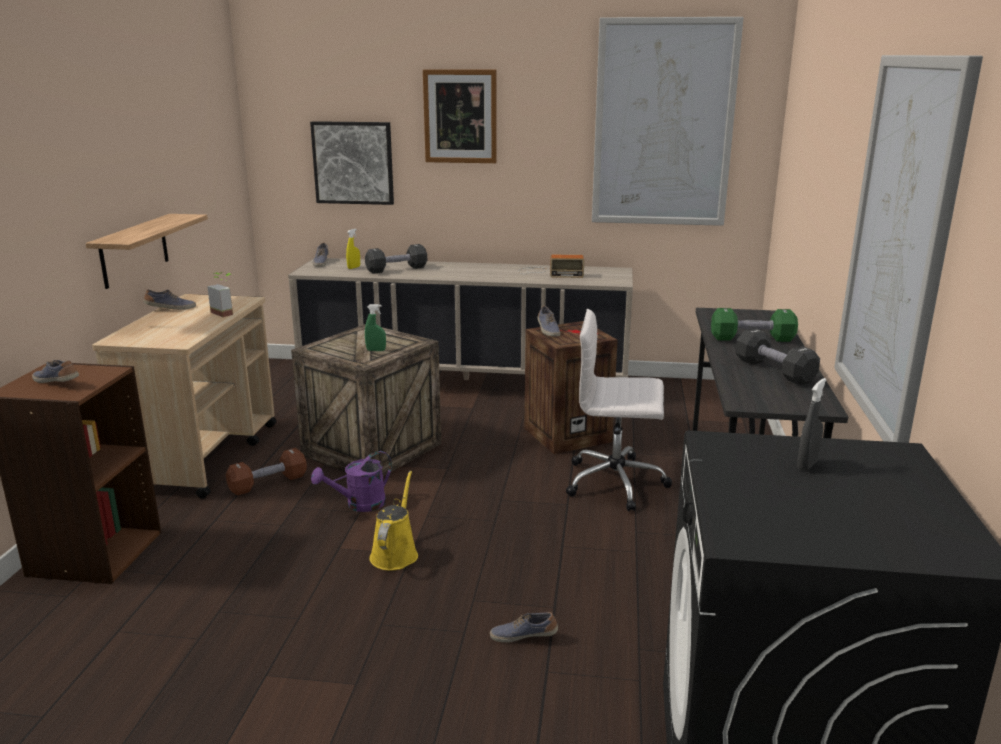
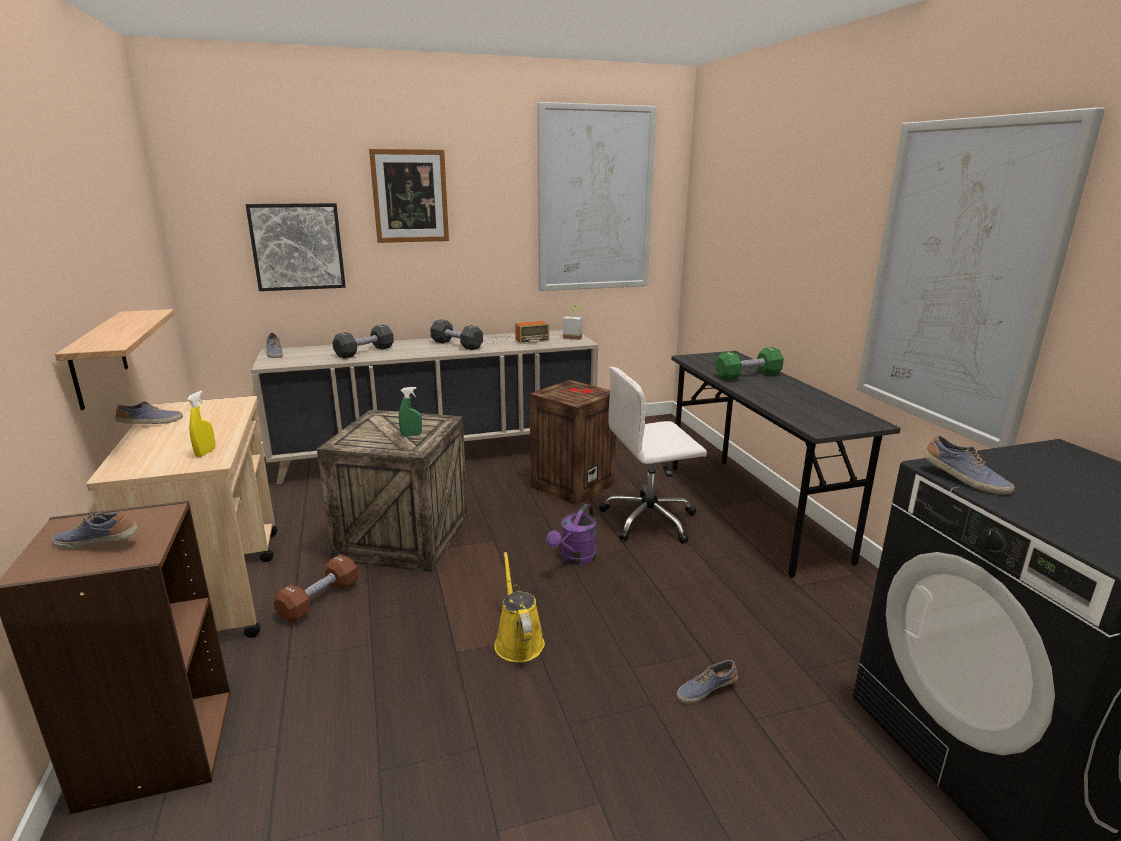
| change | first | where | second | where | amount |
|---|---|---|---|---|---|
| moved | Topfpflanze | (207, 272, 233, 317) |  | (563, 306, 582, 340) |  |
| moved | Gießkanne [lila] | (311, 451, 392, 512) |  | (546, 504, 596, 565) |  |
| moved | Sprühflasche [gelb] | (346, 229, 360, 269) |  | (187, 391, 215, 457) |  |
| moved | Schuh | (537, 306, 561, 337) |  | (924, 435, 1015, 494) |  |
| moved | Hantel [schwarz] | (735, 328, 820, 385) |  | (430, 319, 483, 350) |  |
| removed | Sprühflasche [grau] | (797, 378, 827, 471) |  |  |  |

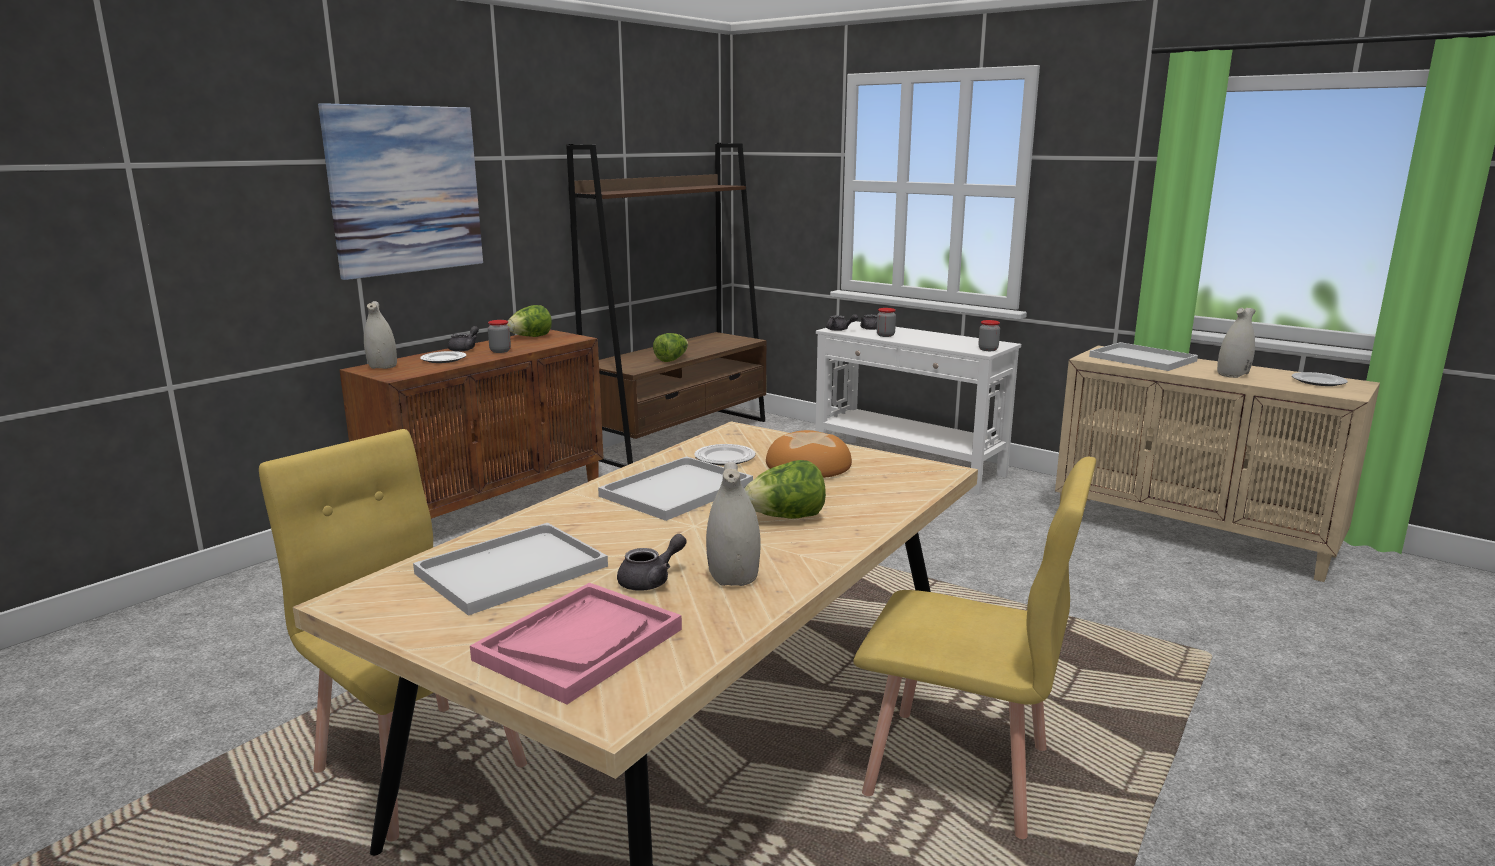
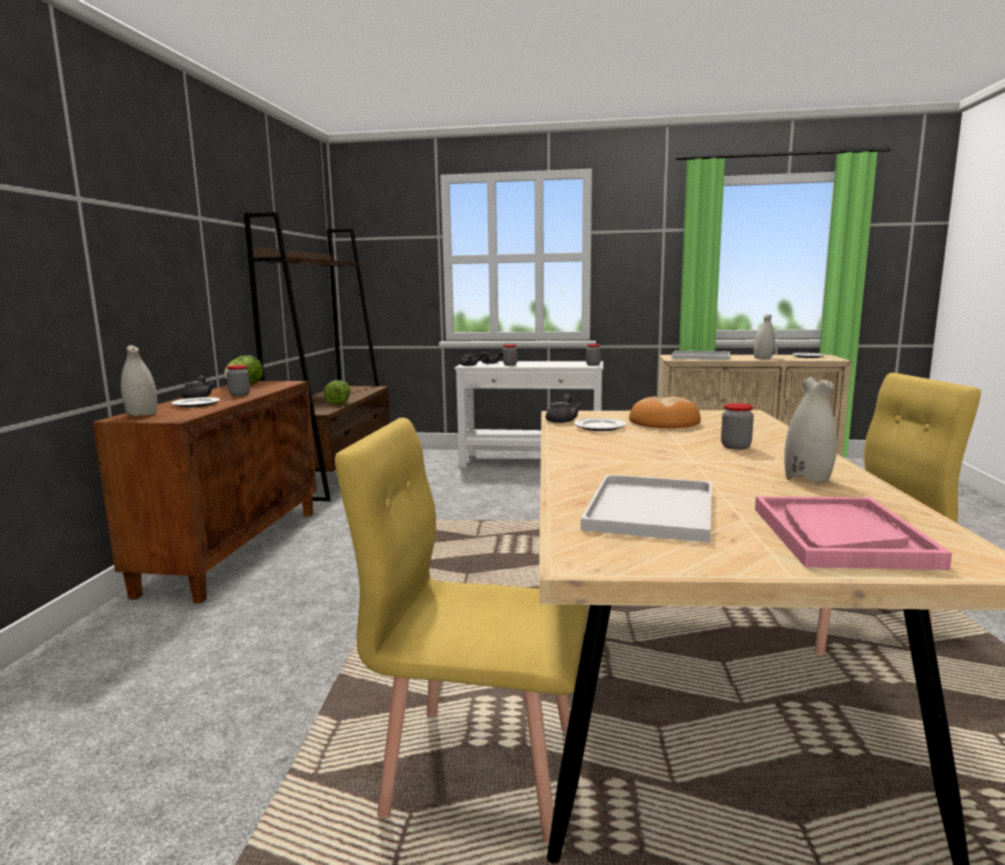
| change | first | where | second | where | amount |
|---|---|---|---|---|---|
| removed | Bild | (318, 103, 483, 280) |  |  |  |
| removed | Tablett [weiß] | (598, 456, 753, 521) |  |  |  |
| moved | Teekanne [grau] | (617, 534, 687, 591) |  | (545, 394, 582, 423) |  |
| replaced | Salatkopf | (744, 460, 826, 519) | Vorratsglas | (721, 403, 754, 450) |  |

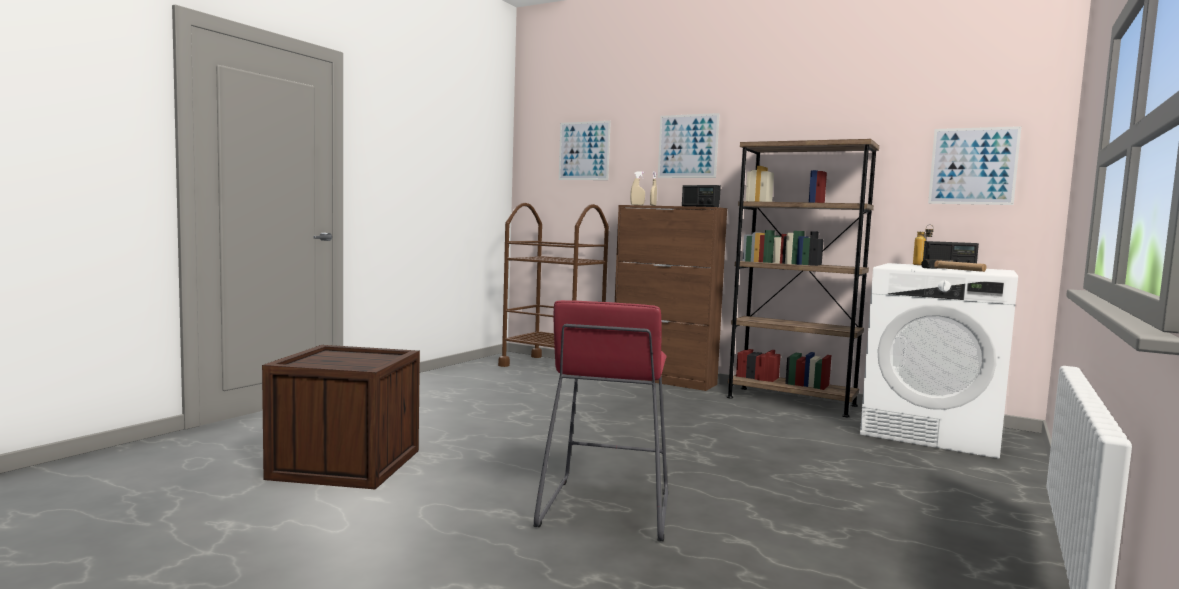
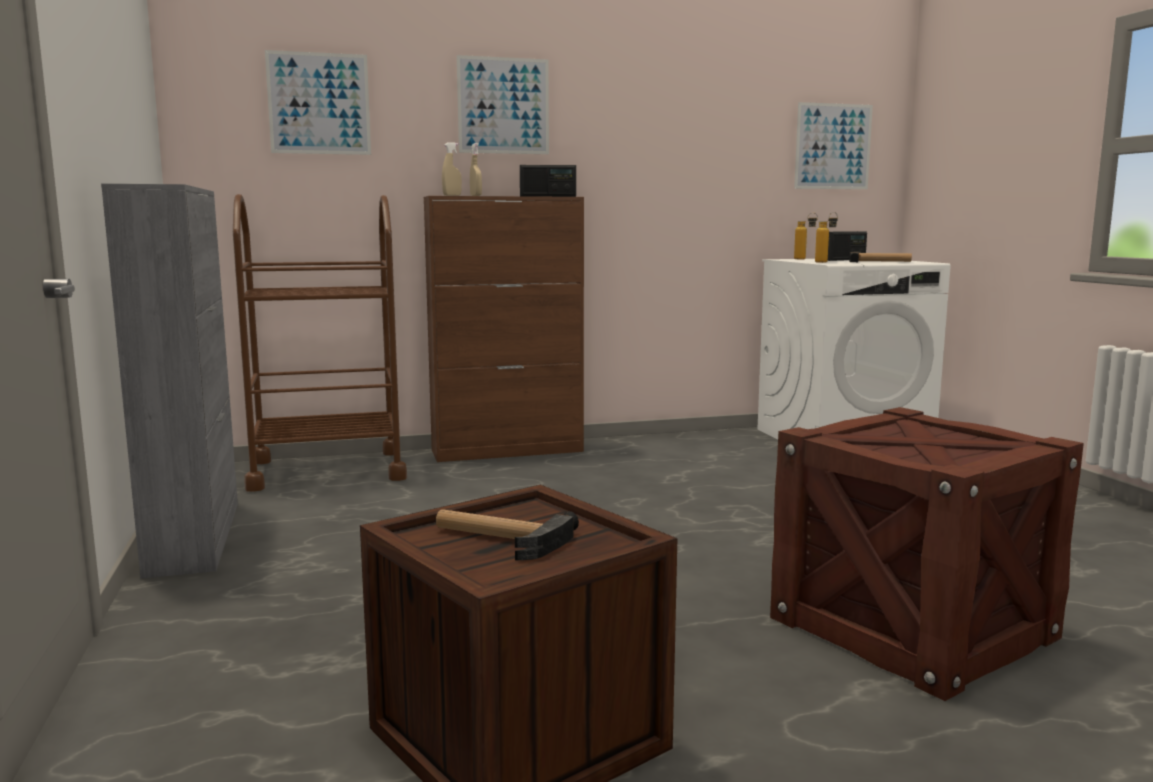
| change | first | where | second | where | amount |
|---|---|---|---|---|---|
| replaced | Hocker [rot] | (534, 300, 668, 541) | Kiste | (770, 407, 1084, 701) |  |
| removed | Bücherregal [braun] | (727, 139, 879, 417) |  |  |  |
| added |  |  | Schrank [grau] | (101, 184, 238, 579) |  |
| added |  |  | Hammer | (436, 509, 579, 561) |  |
| added |  |  | Flasche | (815, 212, 838, 263) |  |

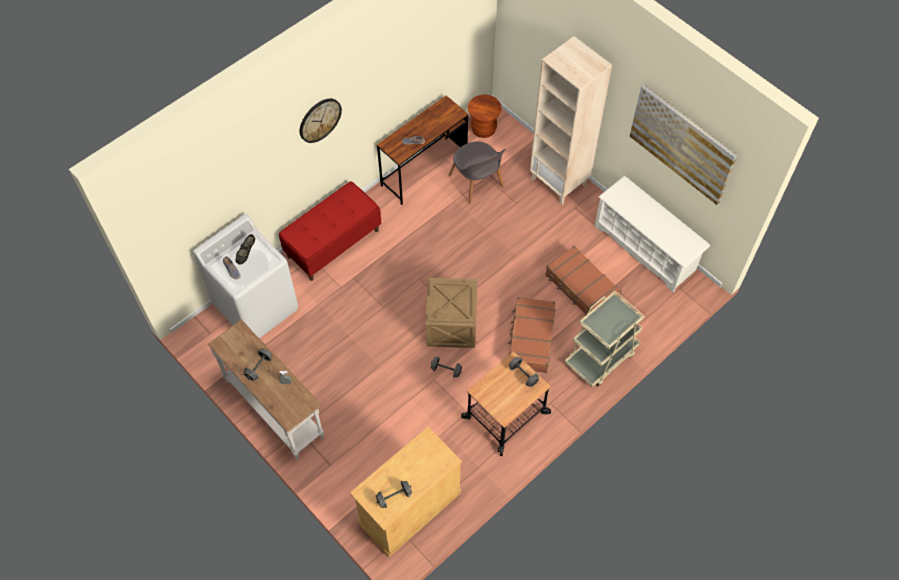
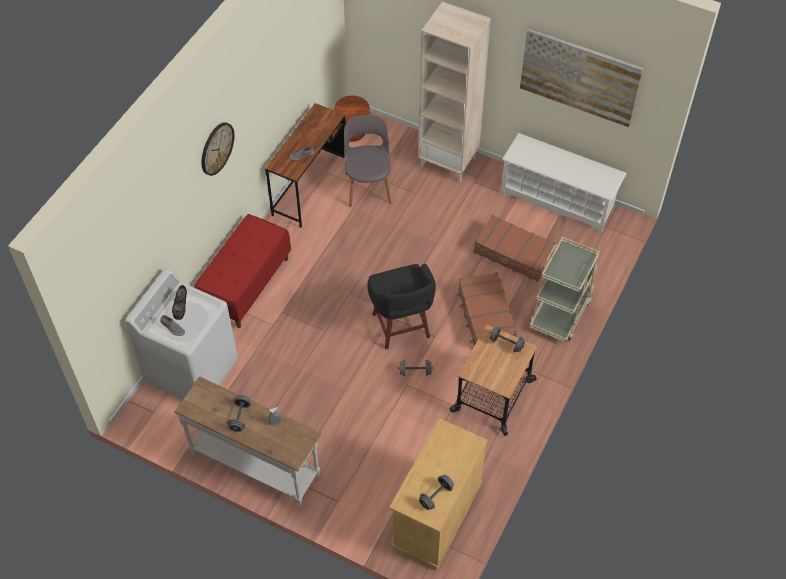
| change | first | where | second | where | amount |
|---|---|---|---|---|---|
| replaced | Kiste | (425, 278, 477, 348) | Hocker [schwarz] | (367, 263, 436, 349) |  |
| turned | Stuhl [grau] | (449, 141, 506, 204) |  | (344, 115, 392, 207) | 135 degrees counterclockwise |

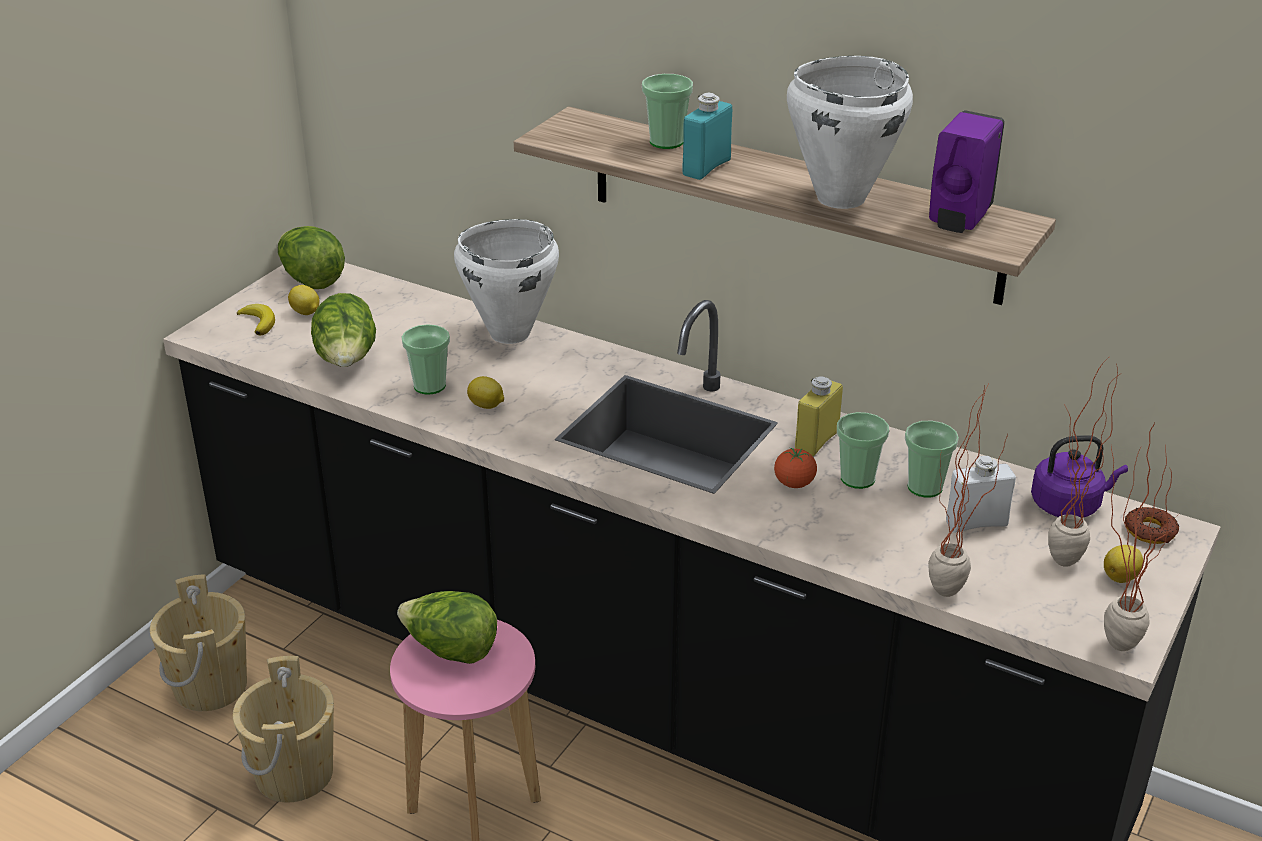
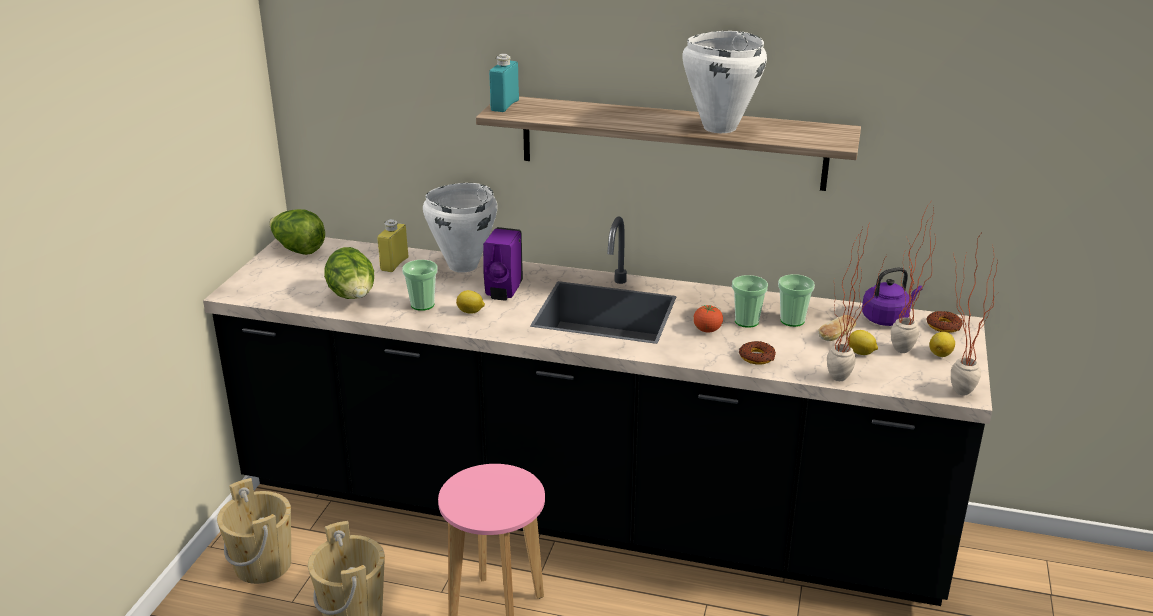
| change | first | where | second | where | amount |
|---|---|---|---|---|---|
| removed | Banane | (237, 304, 275, 335) |  |  |  |
| moved | Zitrone | (288, 285, 319, 315) |  | (847, 330, 878, 355) |  |
| removed | Salatkopf | (397, 591, 497, 664) |  |  |  |
| removed | Tasse | (642, 74, 693, 149) |  |  |  |
| moved | Flasche [türkis] | (682, 93, 732, 180) |  | (489, 54, 519, 112) |  |
| moved | Flasche [gelb] | (795, 376, 843, 456) |  | (377, 219, 408, 272) |  |
| moved | Seifenspender [lila] | (929, 110, 1005, 233) |  | (483, 227, 523, 300) |  |
| replaced | Flasche [weiß] | (946, 456, 1016, 533) | Brot | (818, 315, 856, 341) |  |
| added |  |  | Donut | (739, 341, 776, 364) |  |

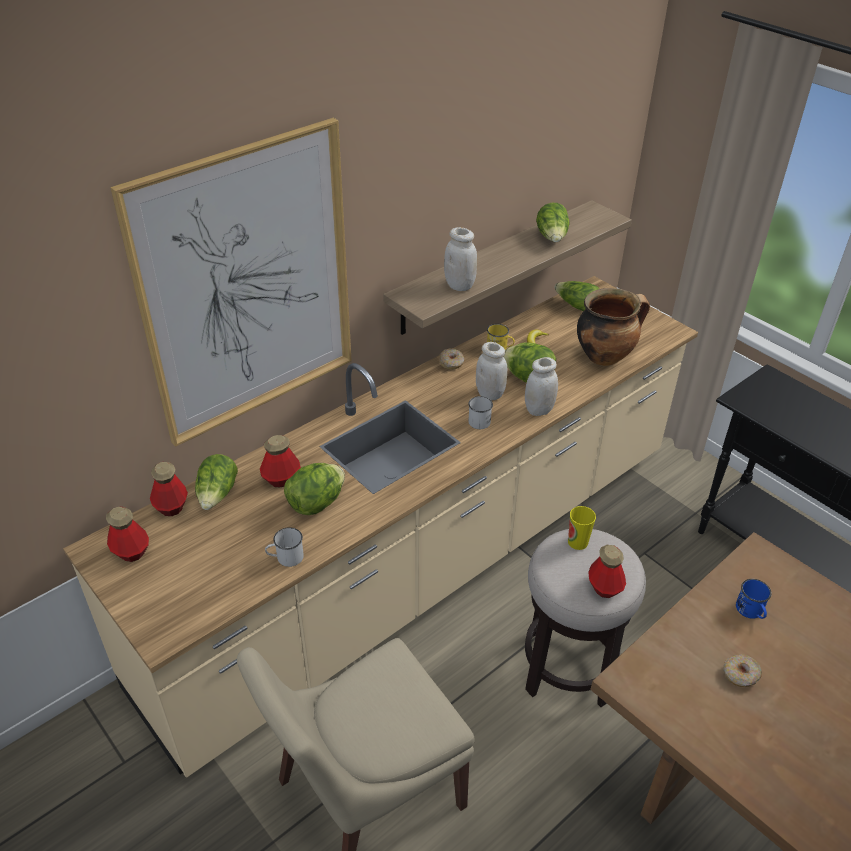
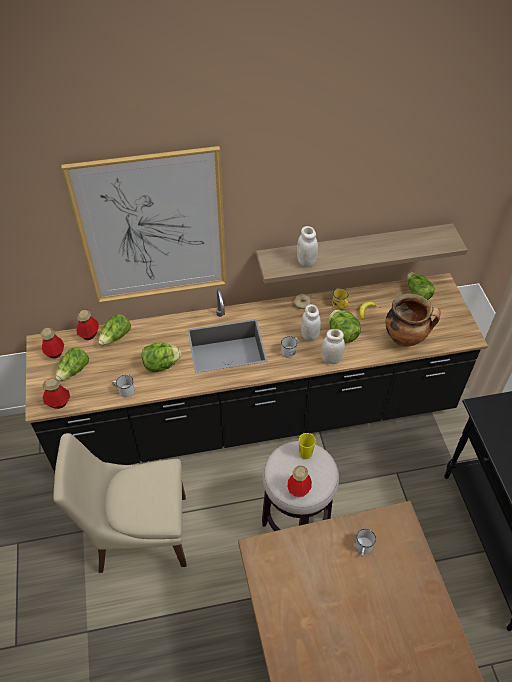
| change | first | where | second | where | amount |
|---|---|---|---|---|---|
| recoloured | Küchenzeile [beige] | (63, 276, 698, 778) | Küchenzeile [schwarz] | (25, 273, 488, 473) |  |
| moved | Flasche | (260, 435, 301, 487) |  | (43, 378, 70, 409) |  |
| moved | Salatkopf | (536, 203, 570, 242) |  | (56, 347, 89, 381) |  |
| removed | Donut | (723, 654, 762, 687) |  |  |  |
| recoloured | Henkelbecher [blau] | (736, 579, 772, 619) | Henkelbecher [weiß] | (355, 529, 376, 557) |  |

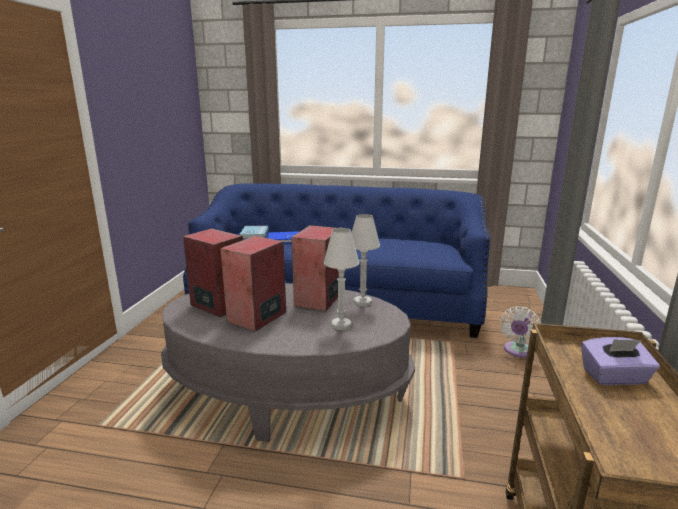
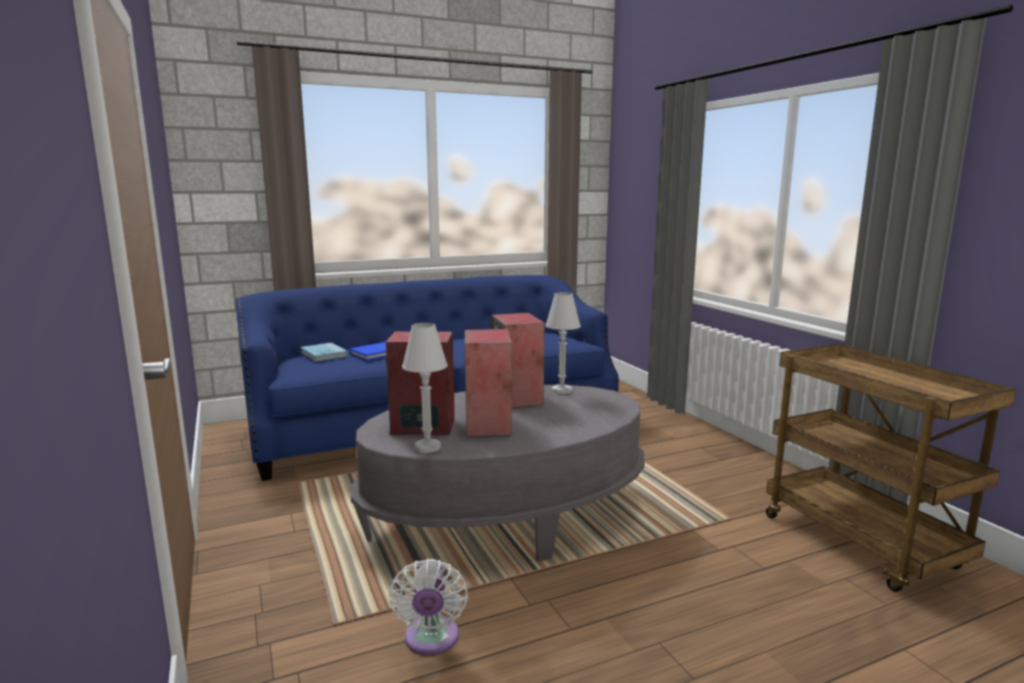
| change | first | where | second | where | amount |
|---|---|---|---|---|---|
| moved | Tischlampe [weiß] | (323, 228, 360, 330) |  | (402, 323, 448, 453) |  |
| moved | Ventilator [weiß] | (500, 306, 542, 358) |  | (389, 559, 468, 655) |  |
| removed | Taschentuchbox [lila] | (581, 337, 660, 385) |  |  |  |

